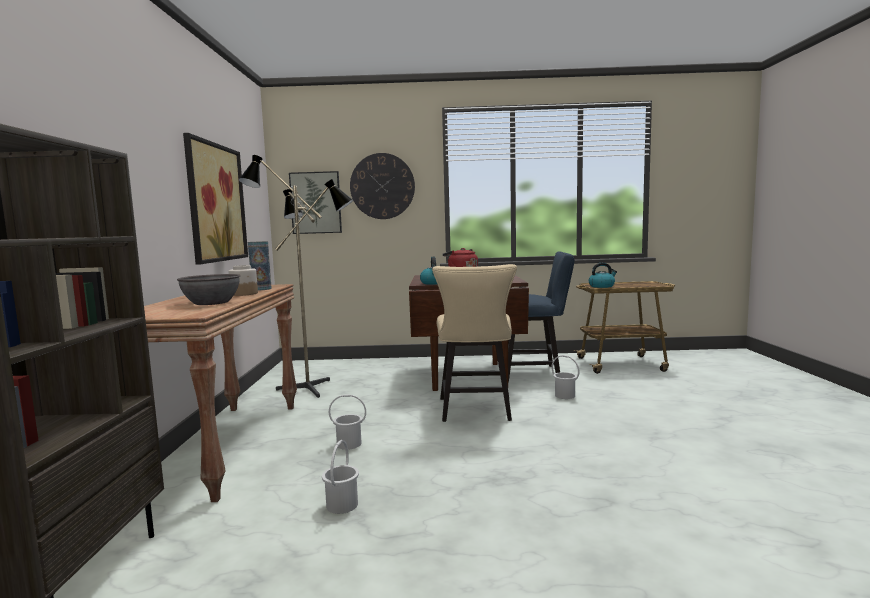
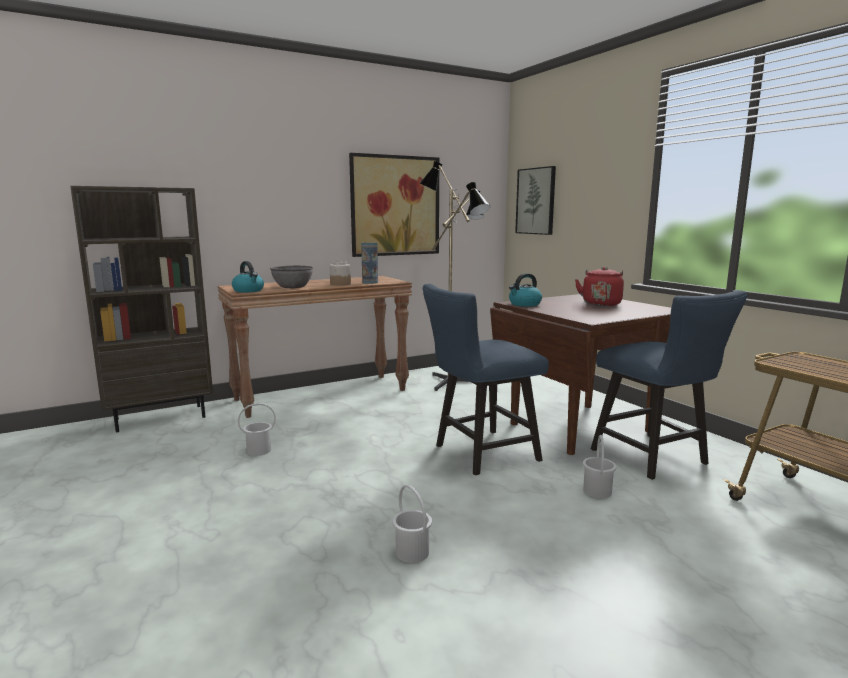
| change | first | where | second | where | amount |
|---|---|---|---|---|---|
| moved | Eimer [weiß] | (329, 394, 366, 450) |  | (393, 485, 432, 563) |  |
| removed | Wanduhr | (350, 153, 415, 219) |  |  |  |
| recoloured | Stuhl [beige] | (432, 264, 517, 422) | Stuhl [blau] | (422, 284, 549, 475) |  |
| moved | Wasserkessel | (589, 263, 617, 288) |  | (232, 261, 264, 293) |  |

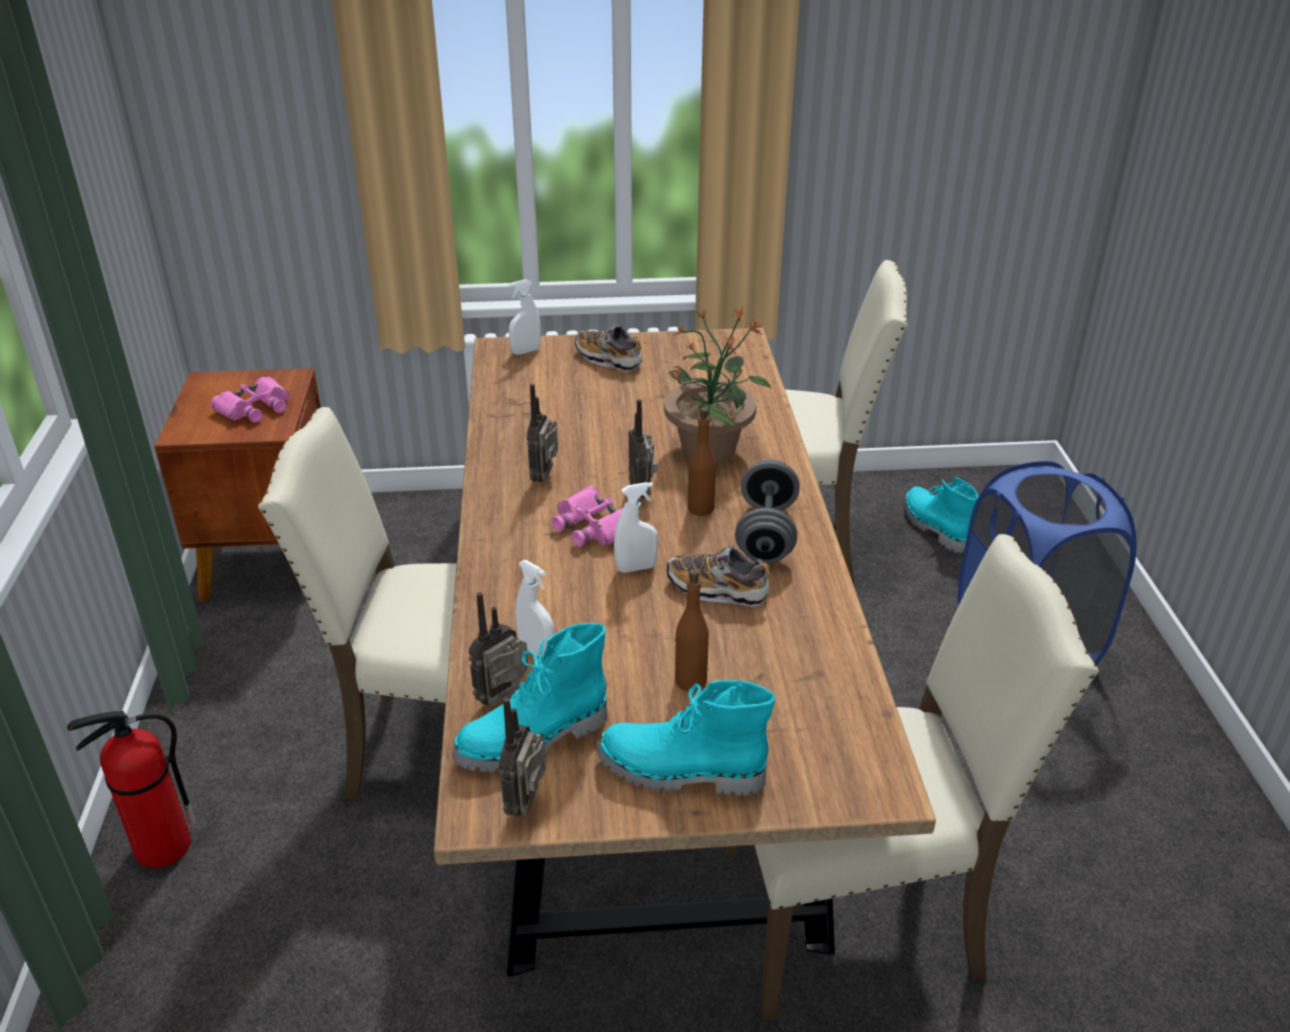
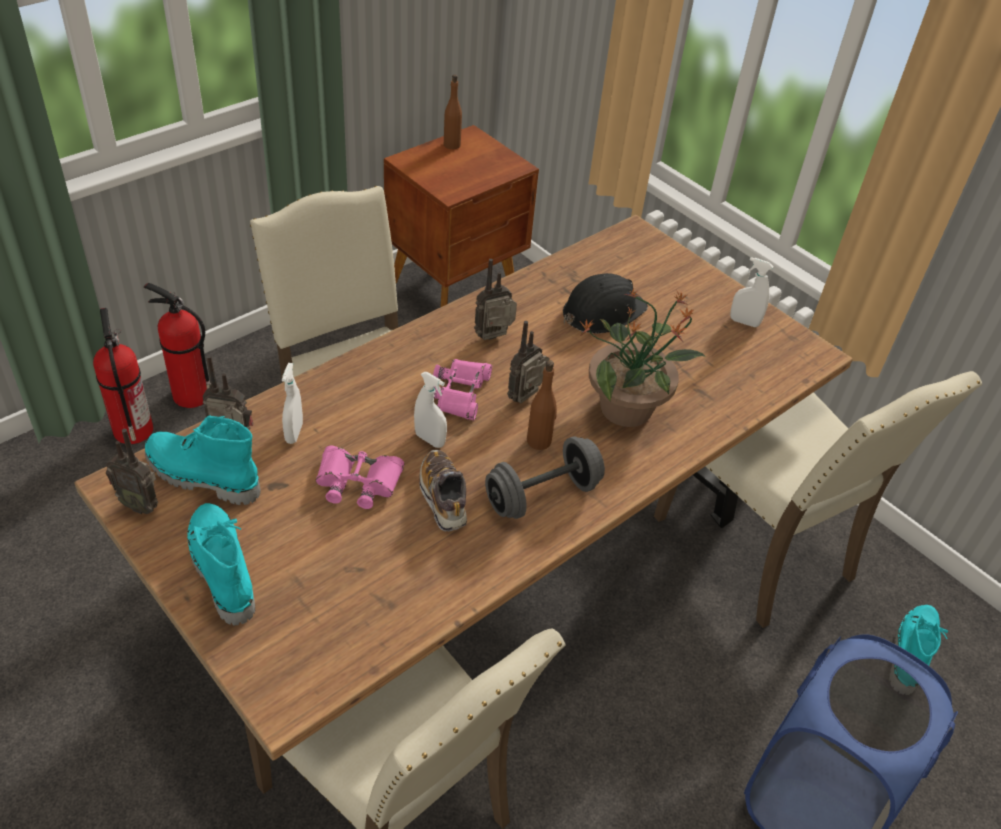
| change | first | where | second | where | amount |
|---|---|---|---|---|---|
| moved | Fernglas [rosa] | (211, 377, 290, 423) |  | (316, 446, 404, 509) |  |
| turned | Radio | (499, 697, 545, 816) |  | (106, 429, 158, 514) | 135 degrees counterclockwise |
| moved | Sprühflasche [weiß] | (509, 279, 541, 355) |  | (730, 257, 773, 327) |  |
| removed | Schuh | (575, 325, 642, 372) |  |  |  |
| moved | Flasche [braun] | (675, 569, 709, 691) |  | (444, 74, 462, 149) |  |
| added |  |  | Feuerlöscher | (93, 308, 153, 444) |  |
| added |  |  | Schutzhelm [schwarz] | (563, 273, 648, 333) |  |

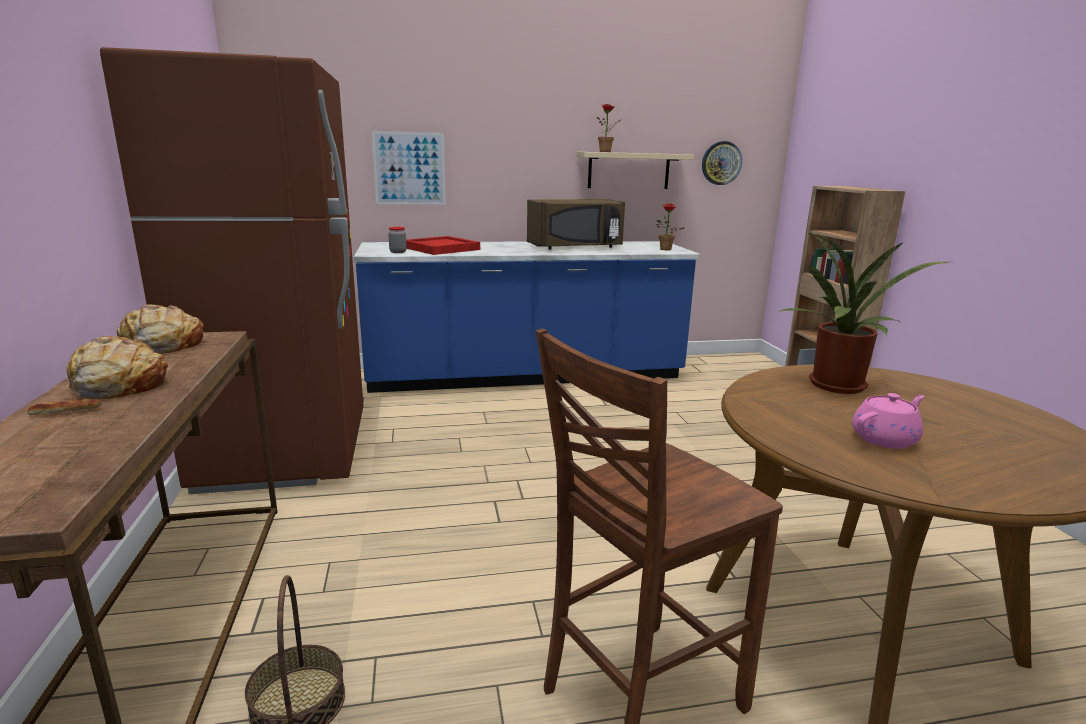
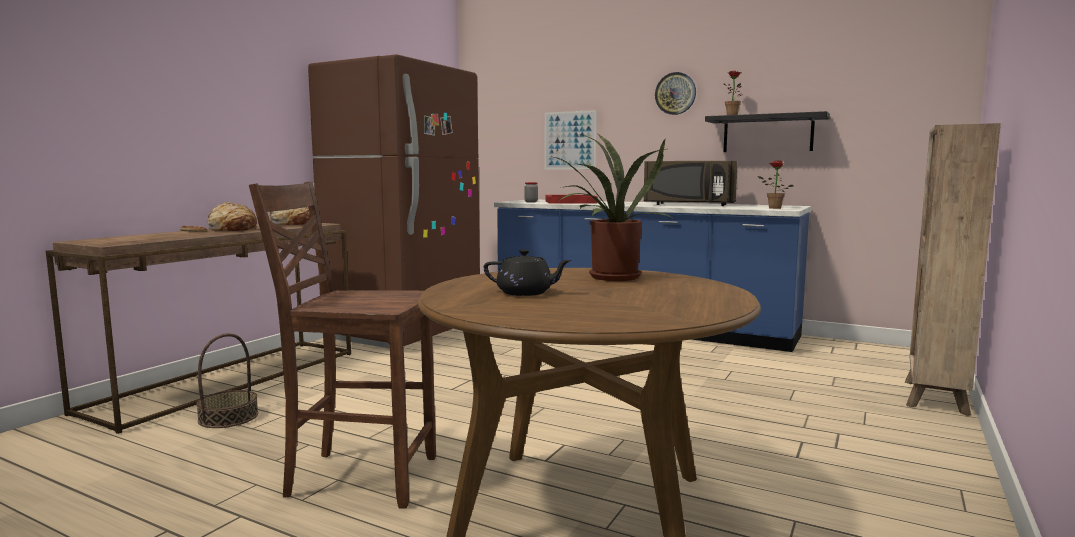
| change | first | where | second | where | amount |
|---|---|---|---|---|---|
| recoloured | Wandregal [beige] | (577, 152, 694, 189) | Wandregal [schwarz] | (705, 111, 830, 152) |  |
| moved | Wanduhr | (702, 141, 742, 185) |  | (655, 72, 696, 115) |  |
| recoloured | Teekanne [rosa] | (852, 393, 925, 449) | Teekanne [schwarz] | (484, 249, 572, 296) |  |

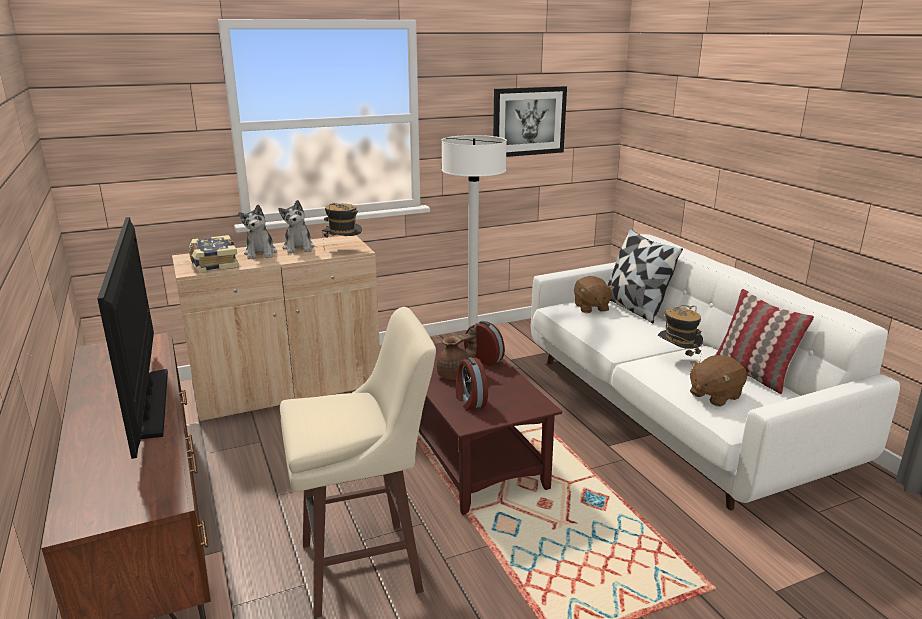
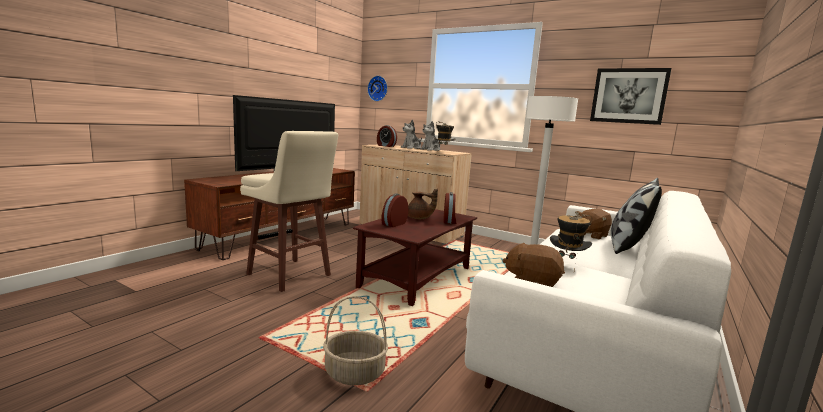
| change | first | where | second | where | amount |
|---|---|---|---|---|---|
| replaced | Buch | (189, 235, 239, 273) | Wecker | (377, 125, 397, 147) |  |
| removed | Kissen | (715, 289, 814, 394) |  |  |  |
| added |  |  | Korb | (323, 296, 388, 385) |  |
| added |  |  | Wanduhr | (367, 76, 388, 101) |  |

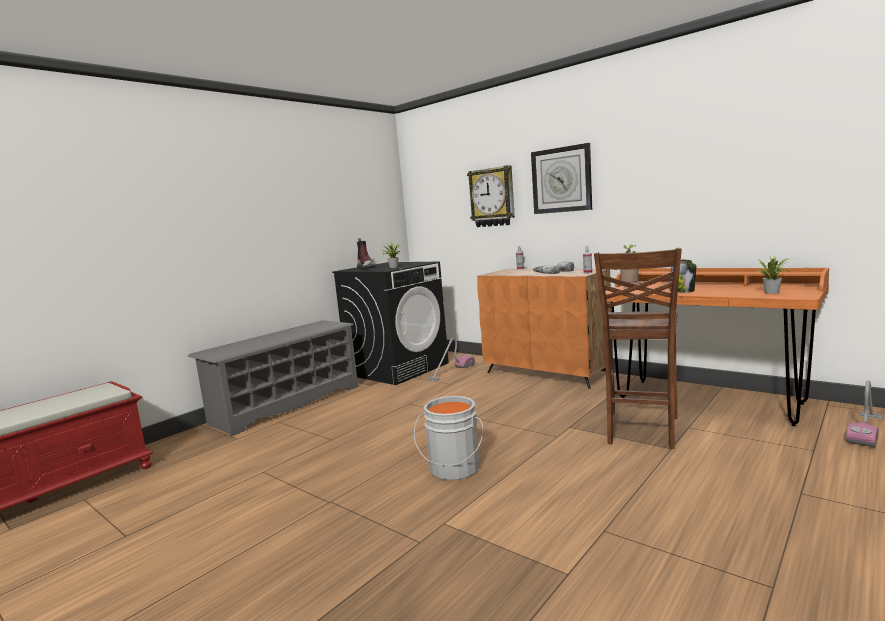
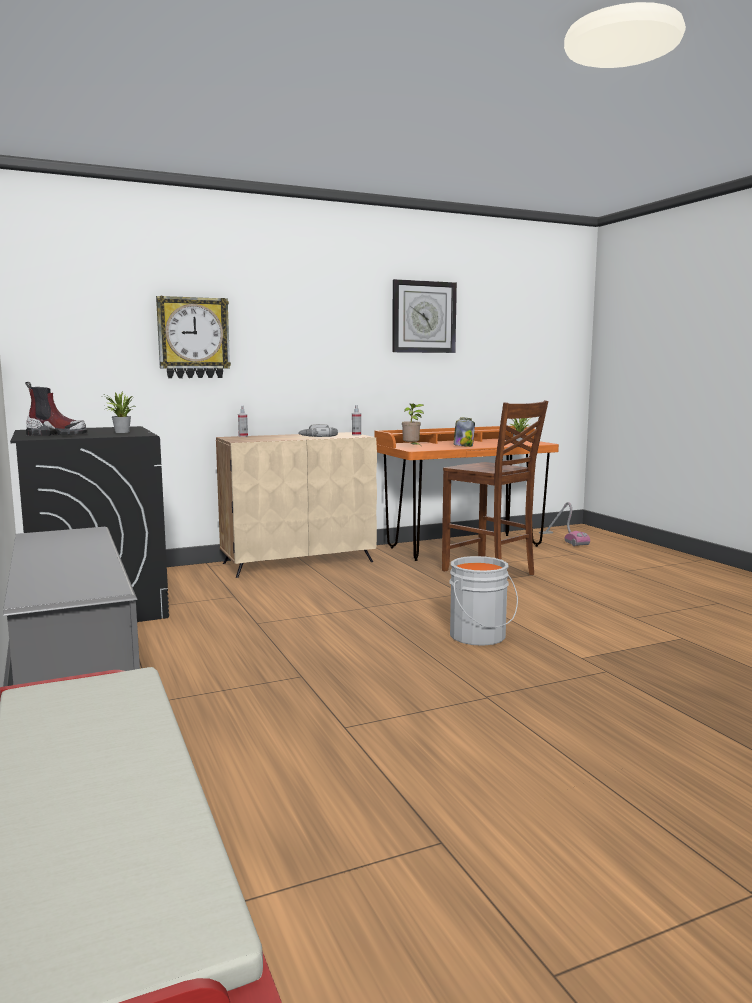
| change | first | where | second | where | amount |
|---|---|---|---|---|---|
| removed | Staubsauger | (427, 338, 475, 381) |  |  |  |
| recoloured | Schrank [orange] | (477, 269, 611, 389) | Schrank [beige] | (216, 432, 377, 578) |  |
| moved | Wanduhr | (531, 143, 592, 214) |  | (392, 279, 457, 353) |  |

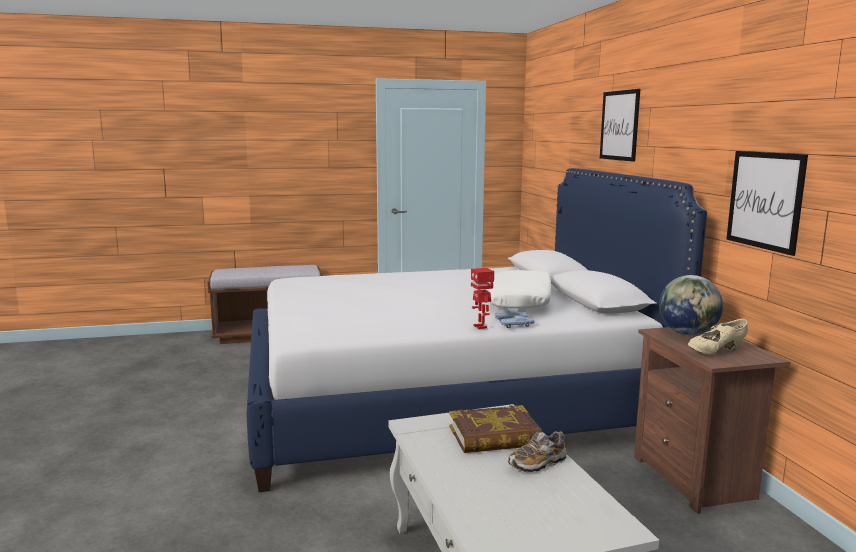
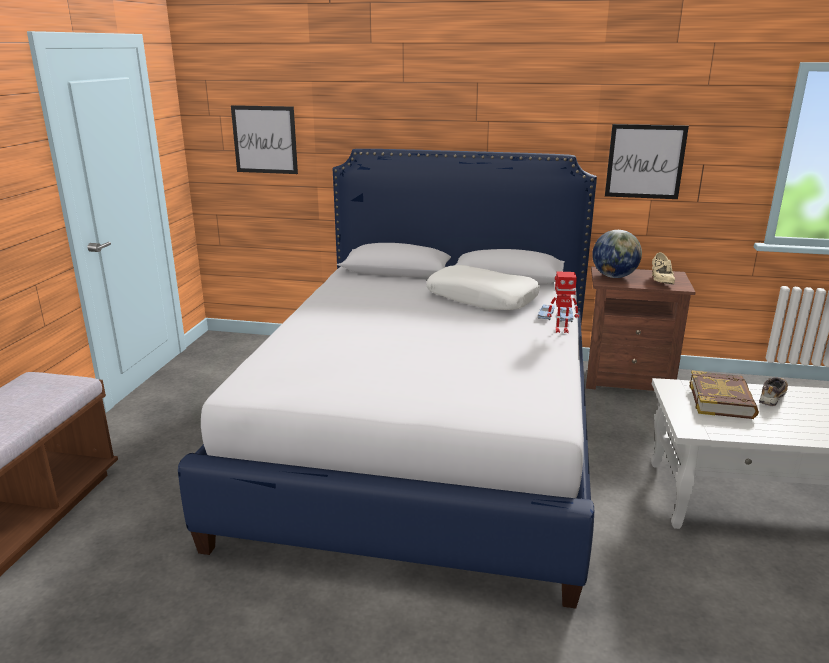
| change | first | where | second | where | amount |
|---|---|---|---|---|---|
| turned | Schuh | (508, 431, 567, 473) |  | (759, 377, 788, 406) | 135 degrees counterclockwise |
| moved | Bild | (600, 89, 640, 162) |  | (231, 105, 298, 174) |  |

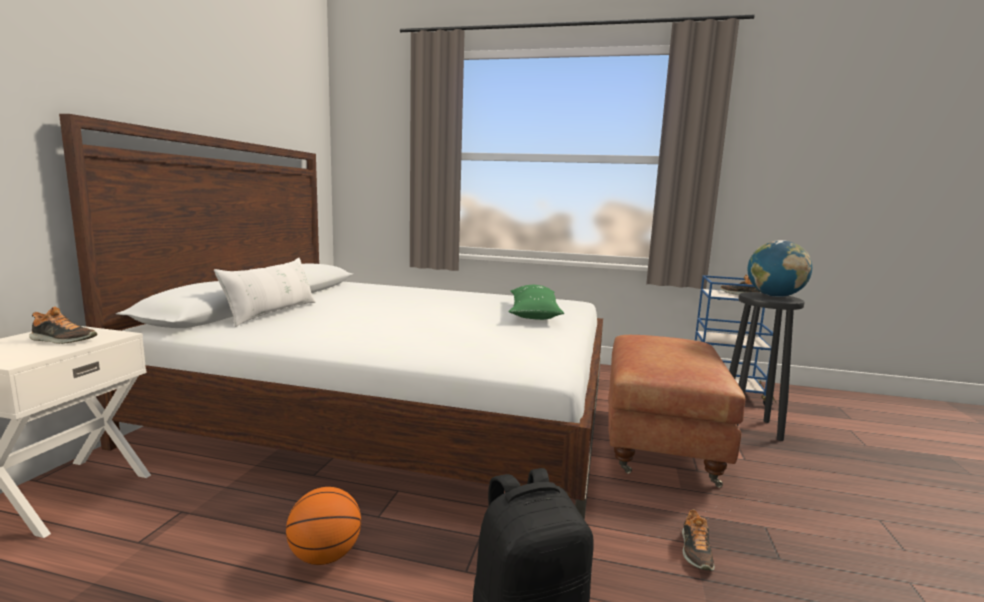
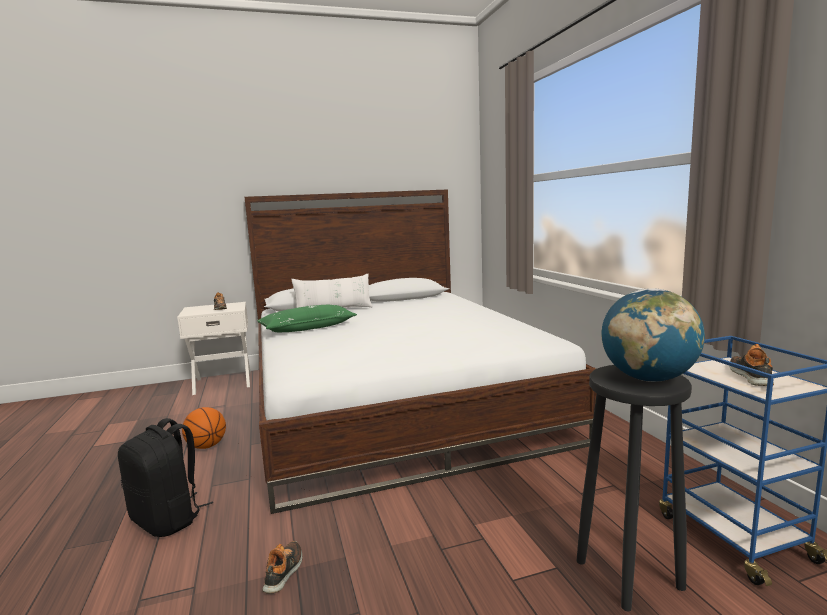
| change | first | where | second | where | amount |
|---|---|---|---|---|---|
| moved | Kissen [grün] | (509, 285, 564, 320) |  | (257, 305, 357, 332) |  |
| removed | Polsterhocker [braun] | (608, 335, 746, 488) |  |  |  |
| turned | Schuh | (682, 509, 715, 571) |  | (262, 541, 302, 594) | 120 degrees clockwise |

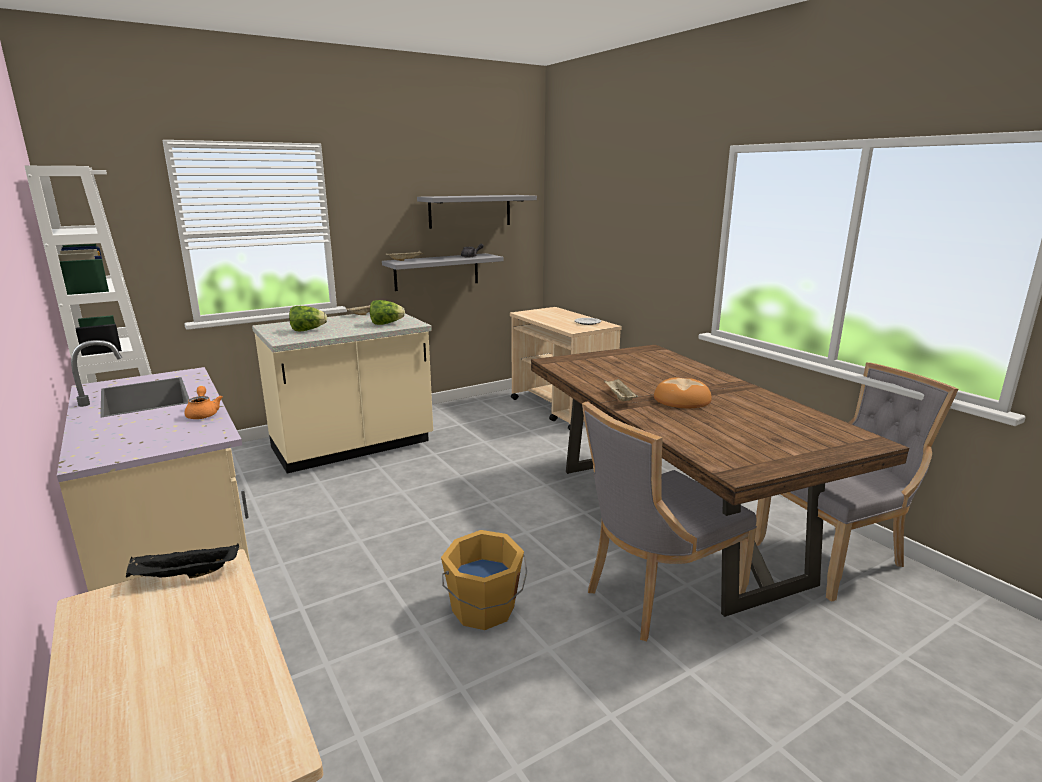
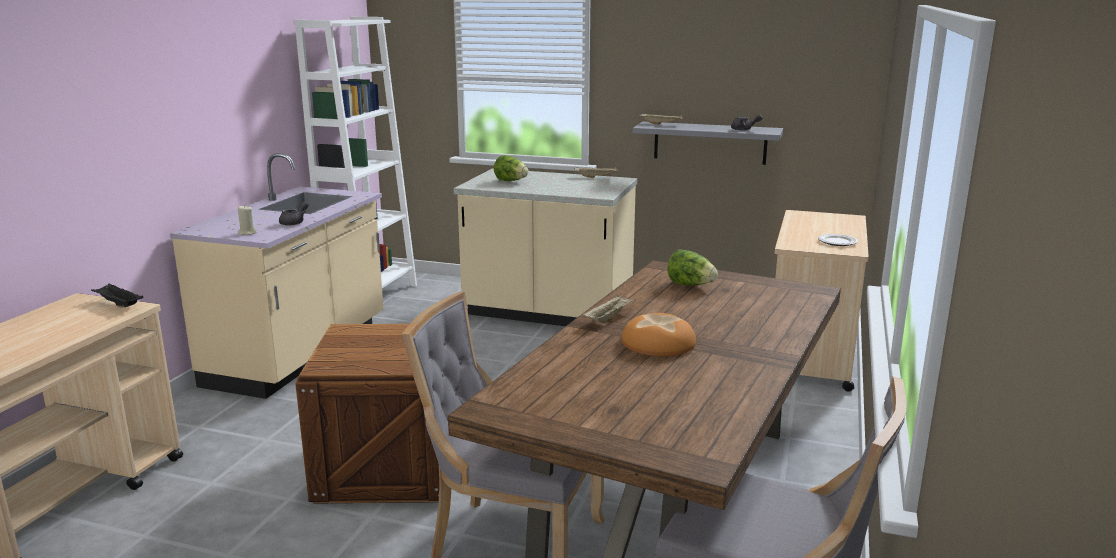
| change | first | where | second | where | amount |
|---|---|---|---|---|---|
| recoloured | Teekanne [orange] | (184, 386, 223, 419) | Teekanne [grau] | (279, 201, 309, 226) |  |
| moved | Salatkopf | (370, 300, 405, 325) |  | (667, 249, 718, 285) |  |
| removed | Wandregal [grau] | (417, 195, 537, 229) |  |  |  |
| replaced | Eimer [orange] | (441, 530, 527, 630) | Kiste | (295, 324, 439, 504) |  |
| added |  |  | Kerze [beige] | (238, 205, 257, 235) |  |

